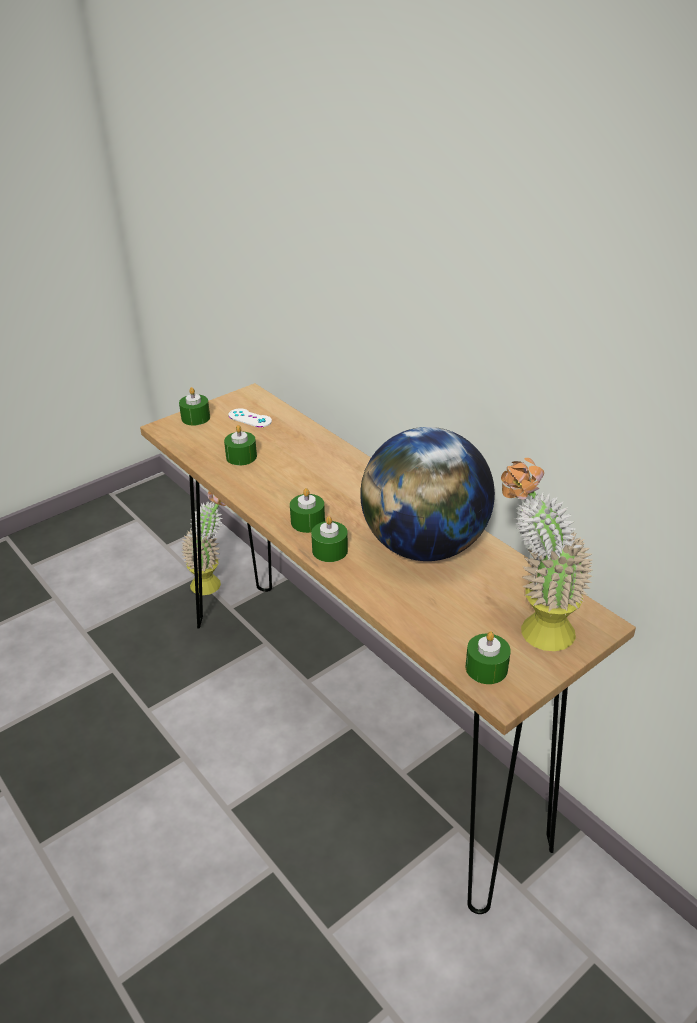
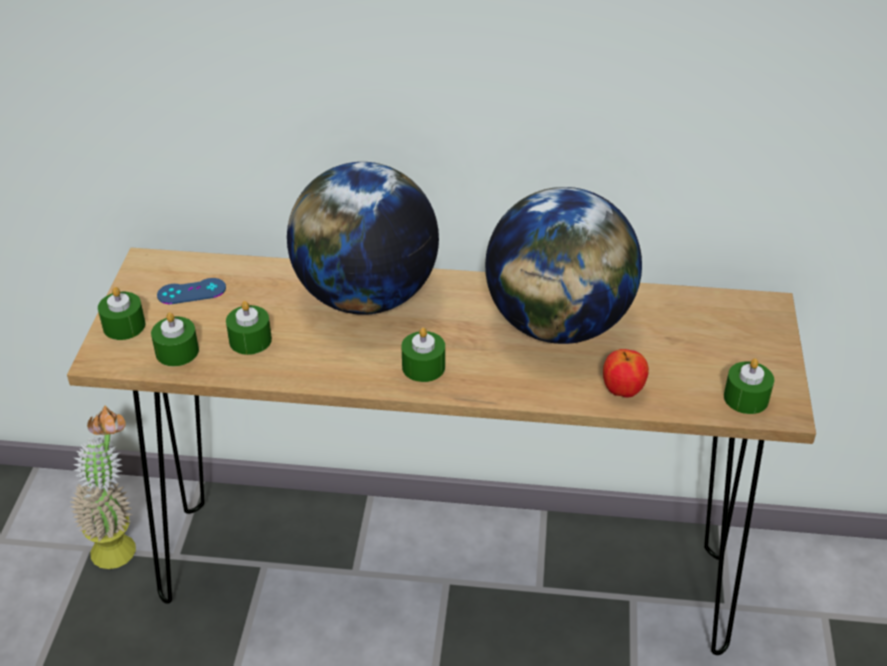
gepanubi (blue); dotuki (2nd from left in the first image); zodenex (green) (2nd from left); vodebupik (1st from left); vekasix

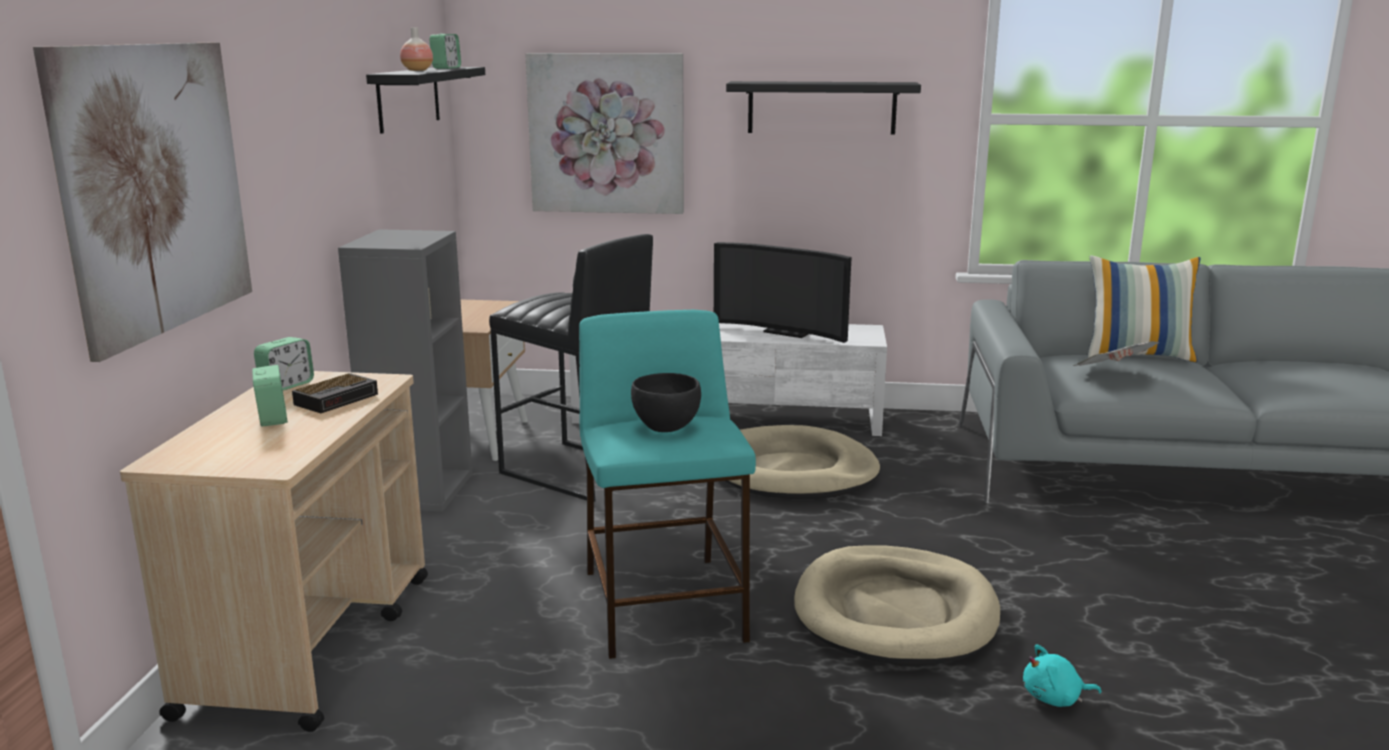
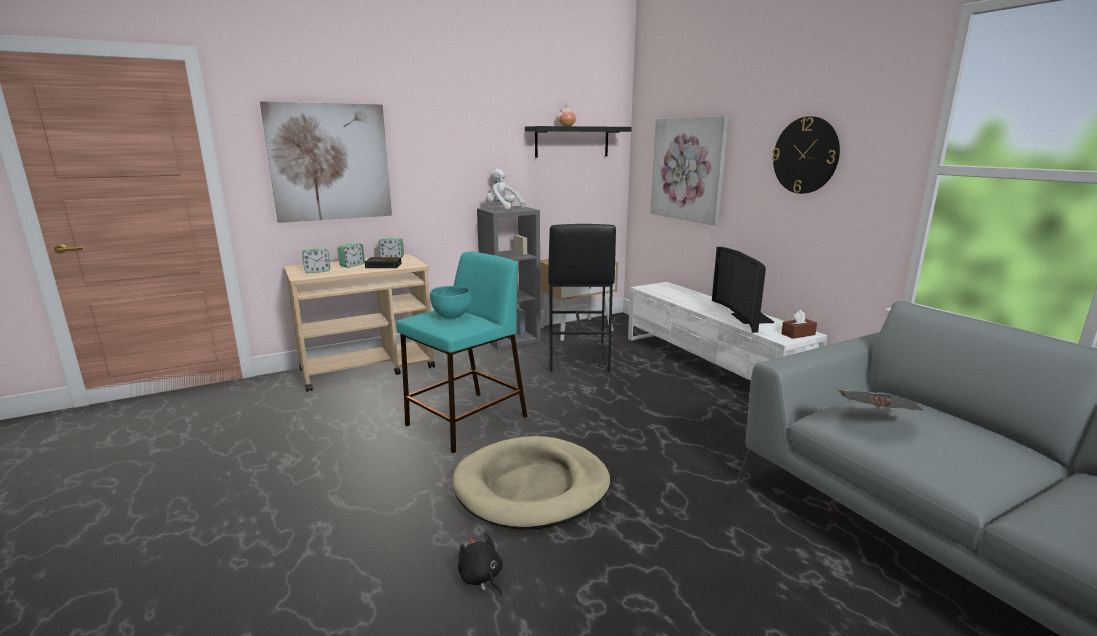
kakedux (1st from left); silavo; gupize; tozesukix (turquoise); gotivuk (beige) (1st from left in the first image); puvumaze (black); puvumaze (white); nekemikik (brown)

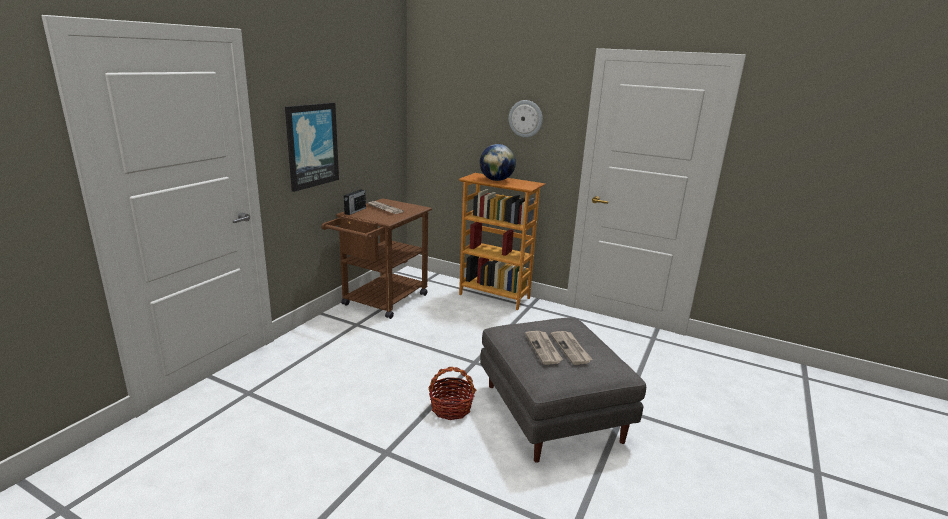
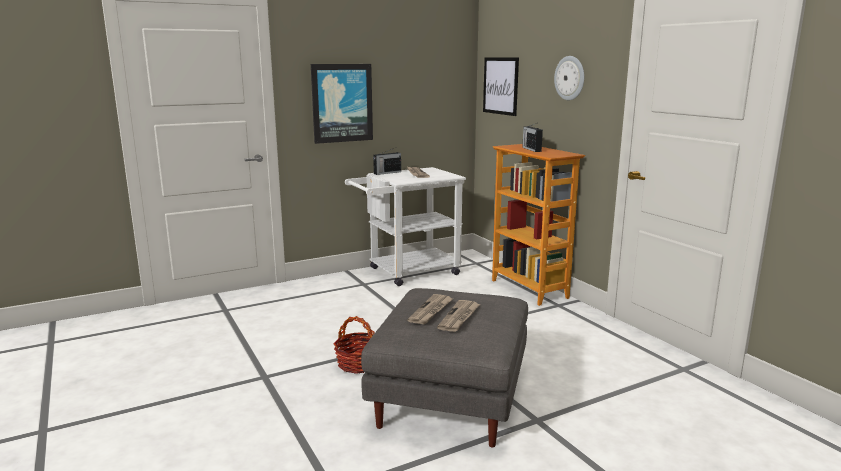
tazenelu (2nd from left); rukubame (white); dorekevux (2nd from left)

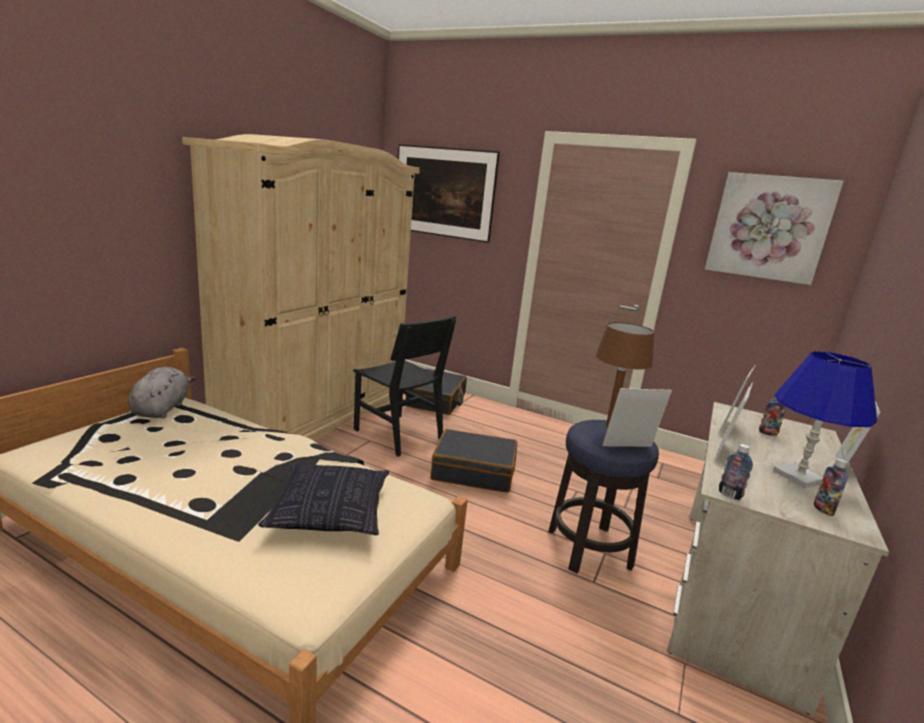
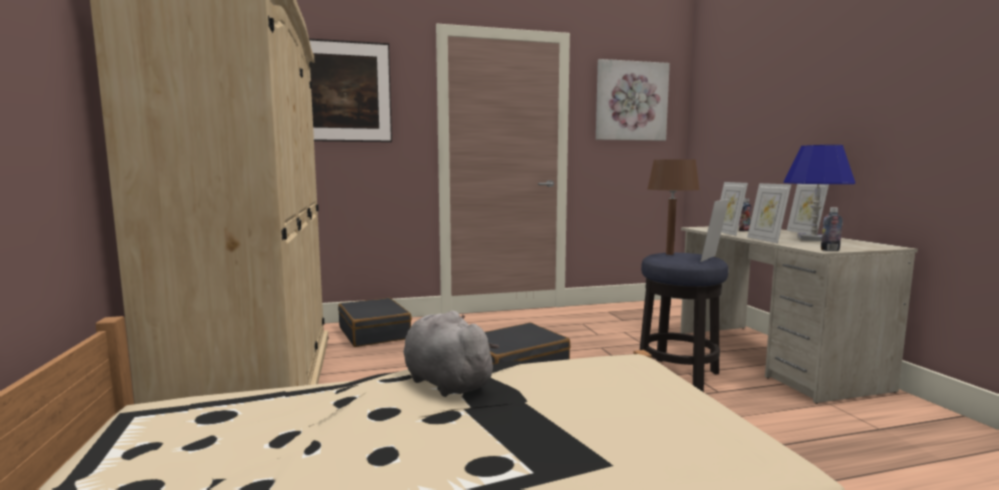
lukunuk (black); puvumaze (grey); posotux (3rd from left in the first image); gupize

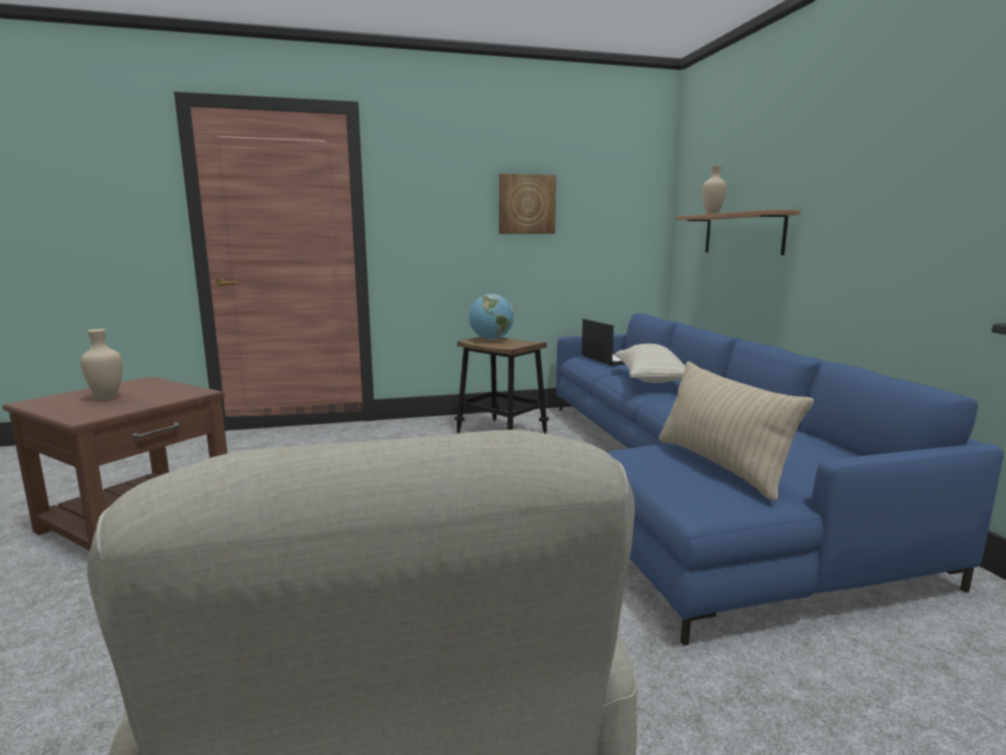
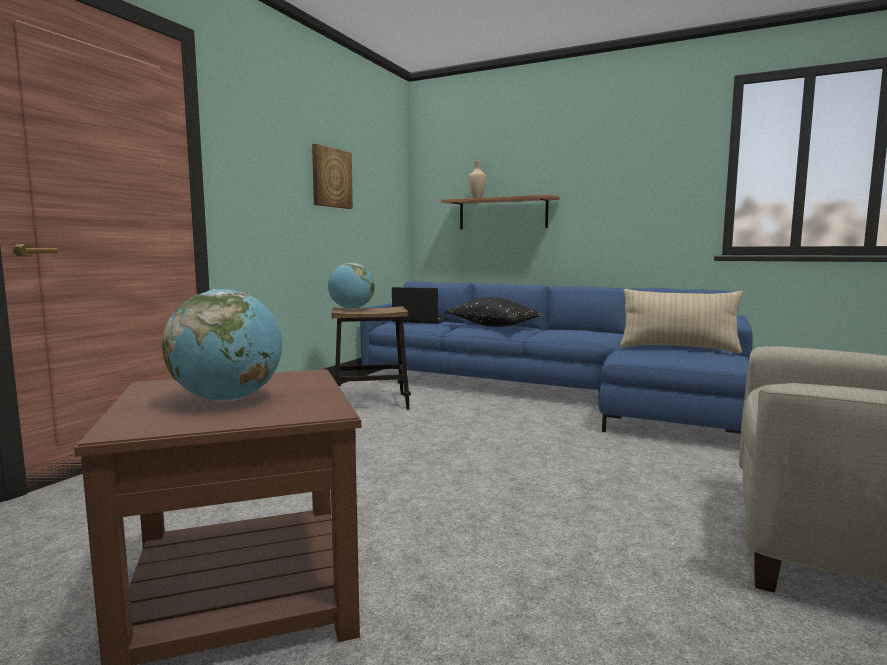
vodebupik (1st from left); gupize (black)

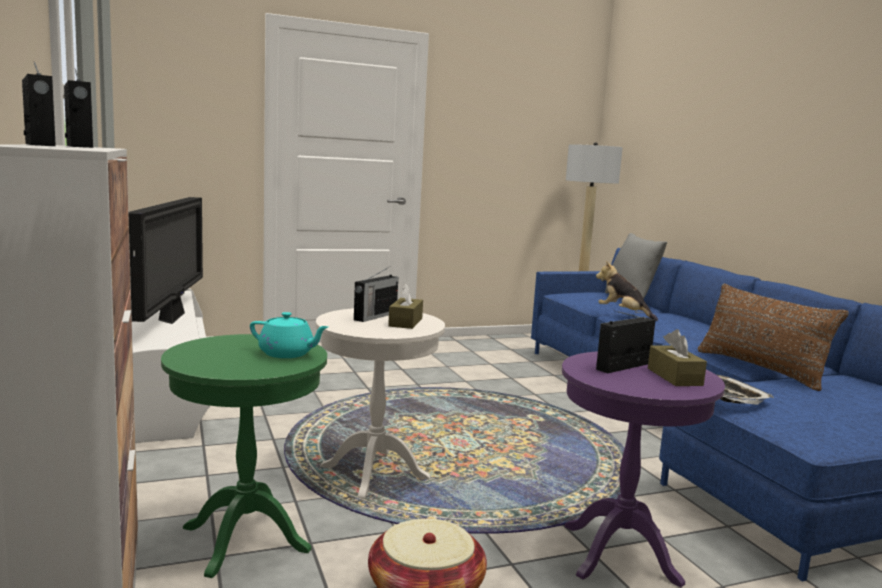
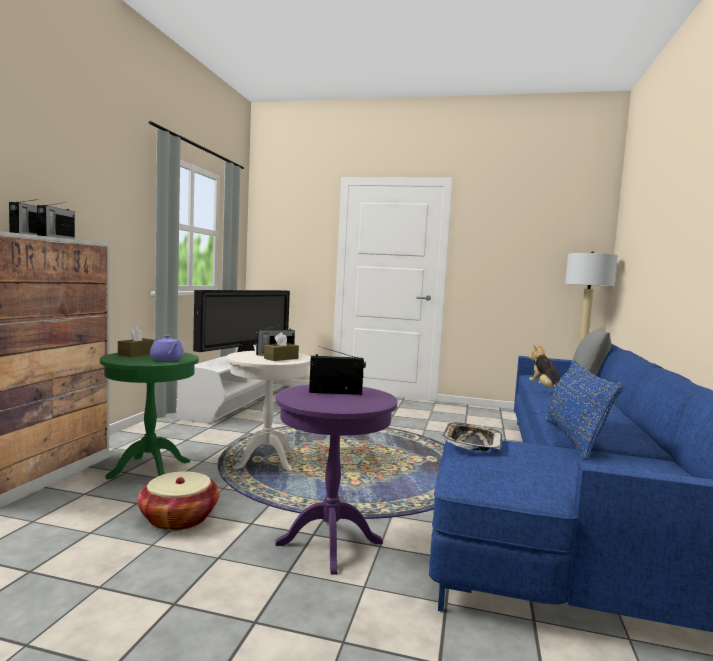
gupize (blue); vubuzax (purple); nekemikik (brown) (1st from left)

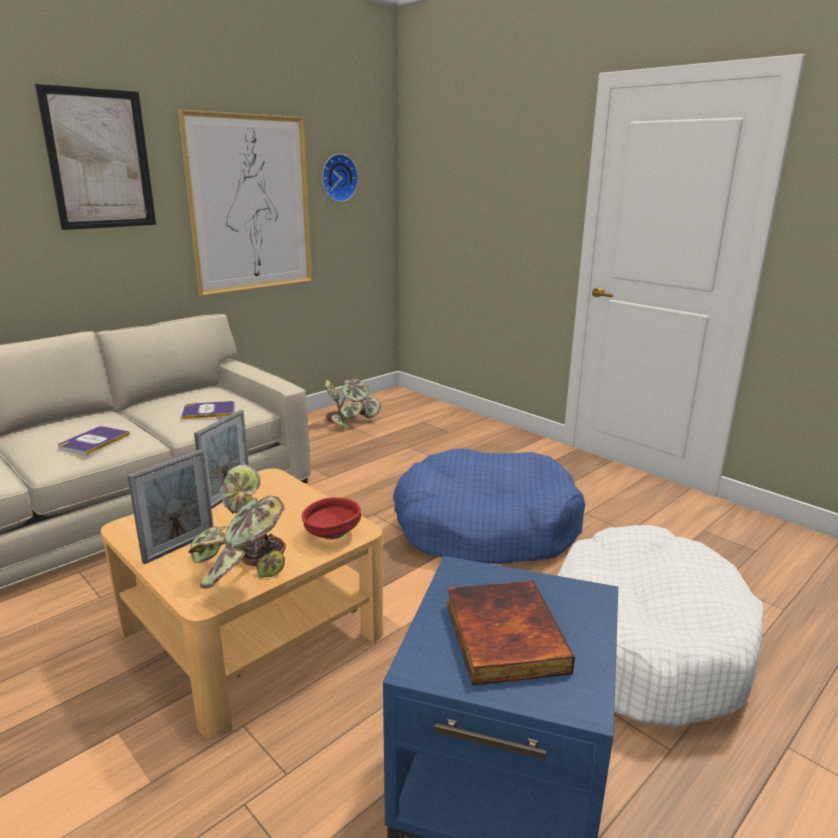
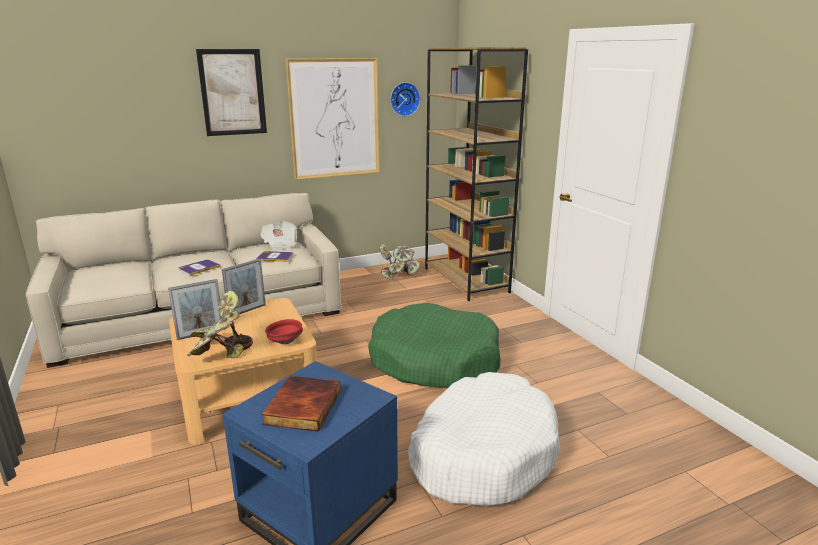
gotivuk (green); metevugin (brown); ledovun

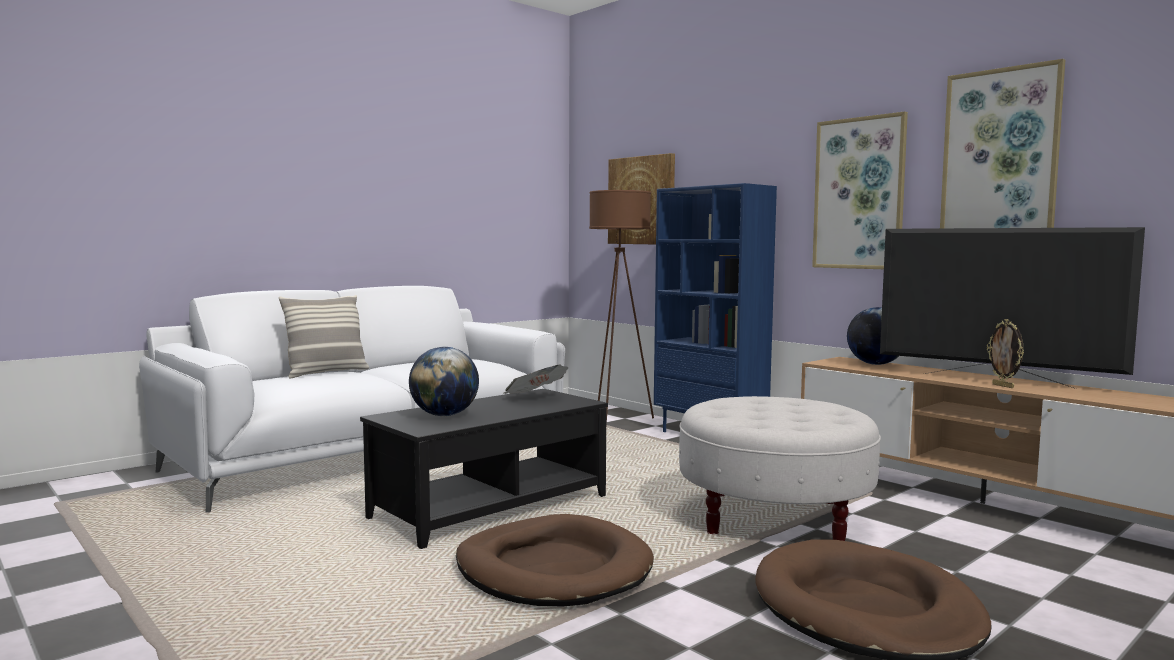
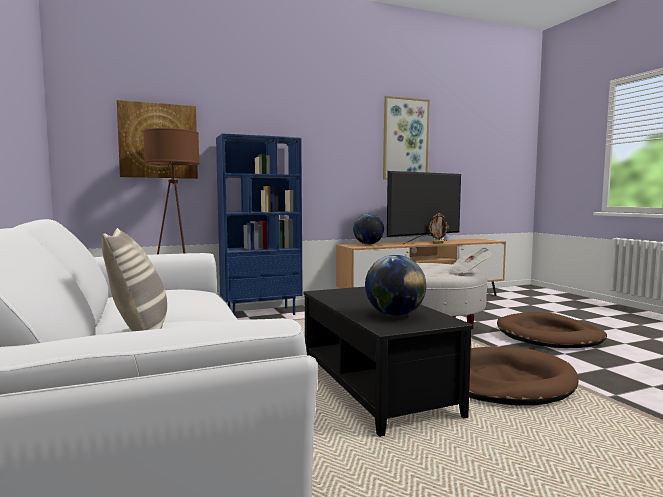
dorekevux (2nd from left in the first image); ledovun

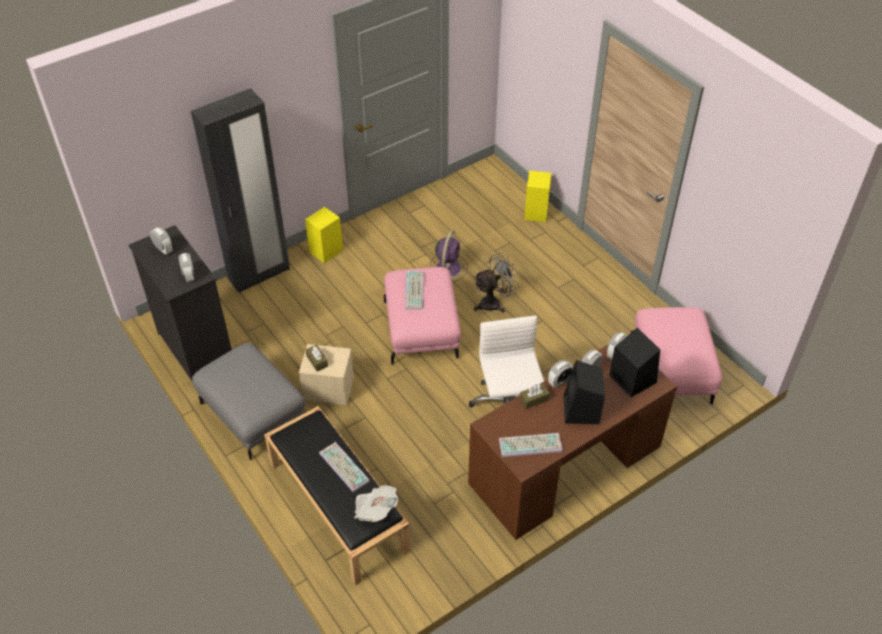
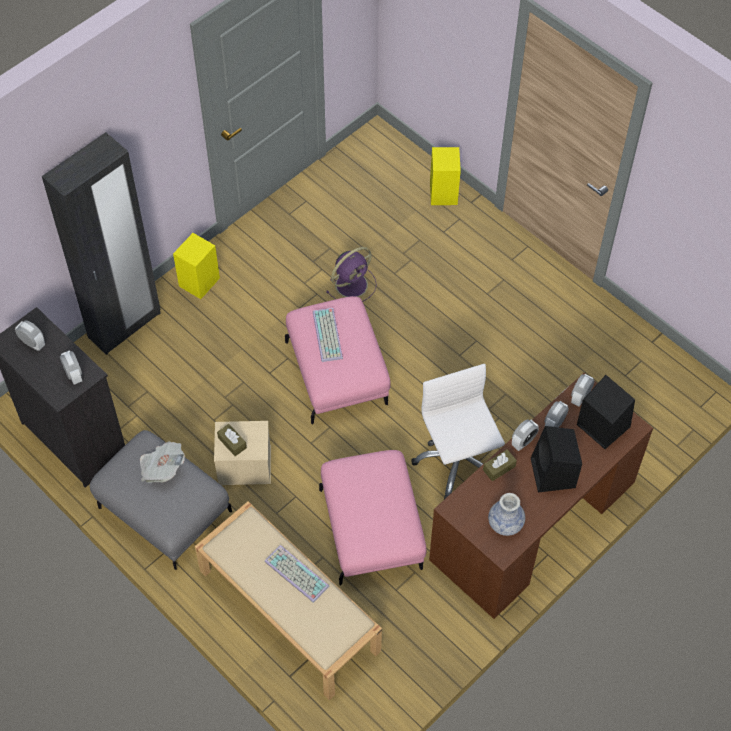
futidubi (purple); futidubi (grey); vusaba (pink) (2nd from left); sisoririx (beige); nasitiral; ledovun

